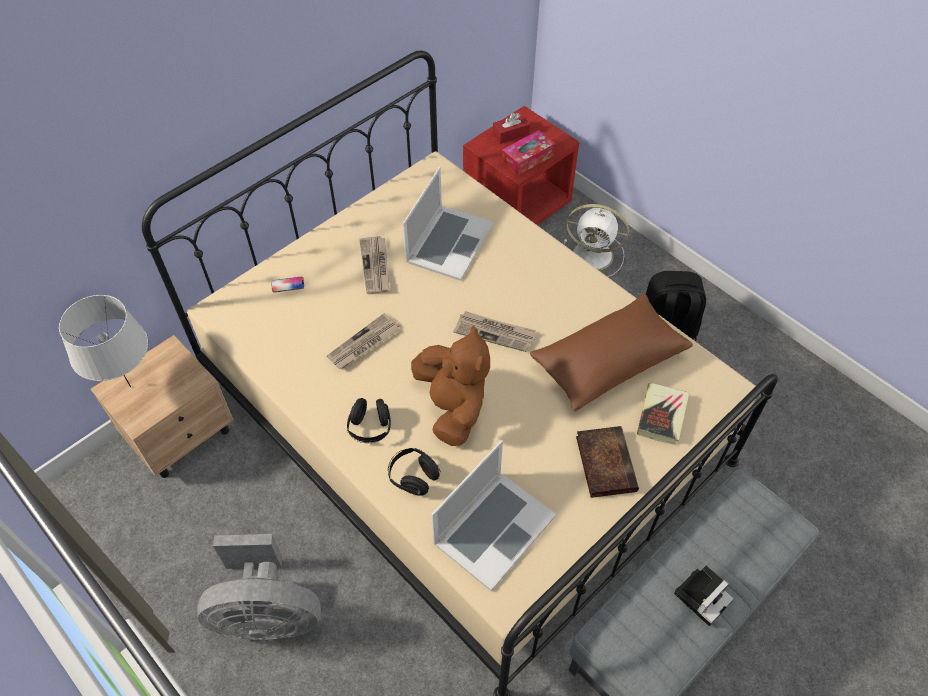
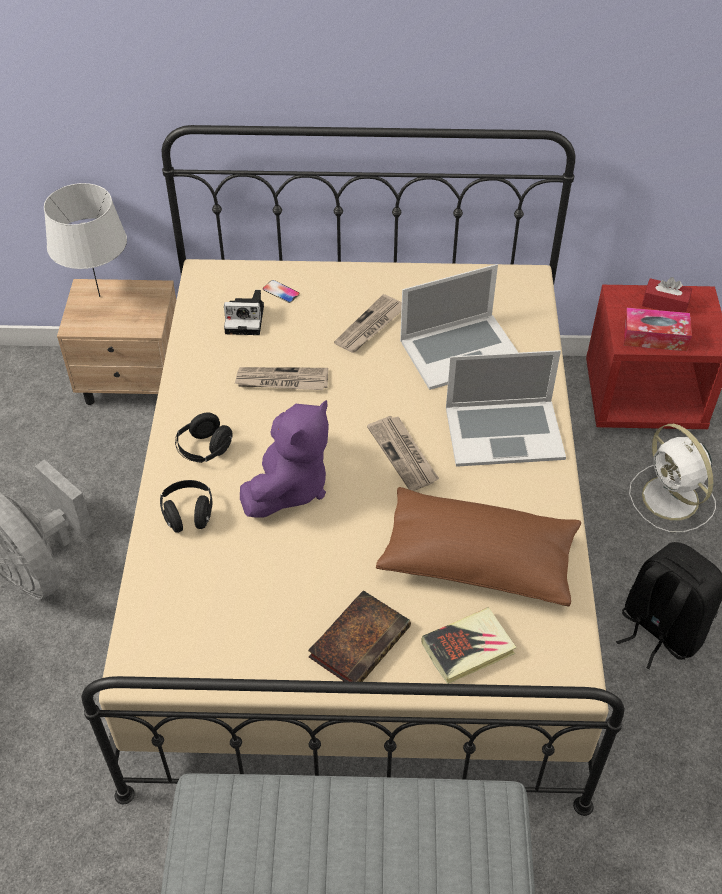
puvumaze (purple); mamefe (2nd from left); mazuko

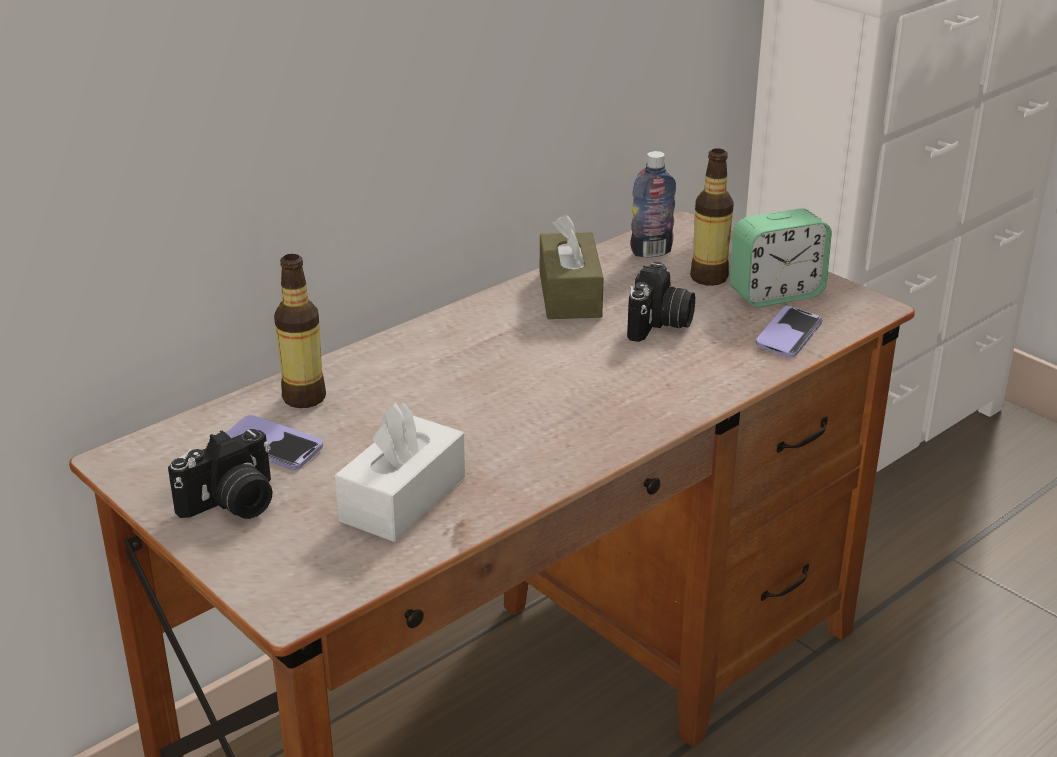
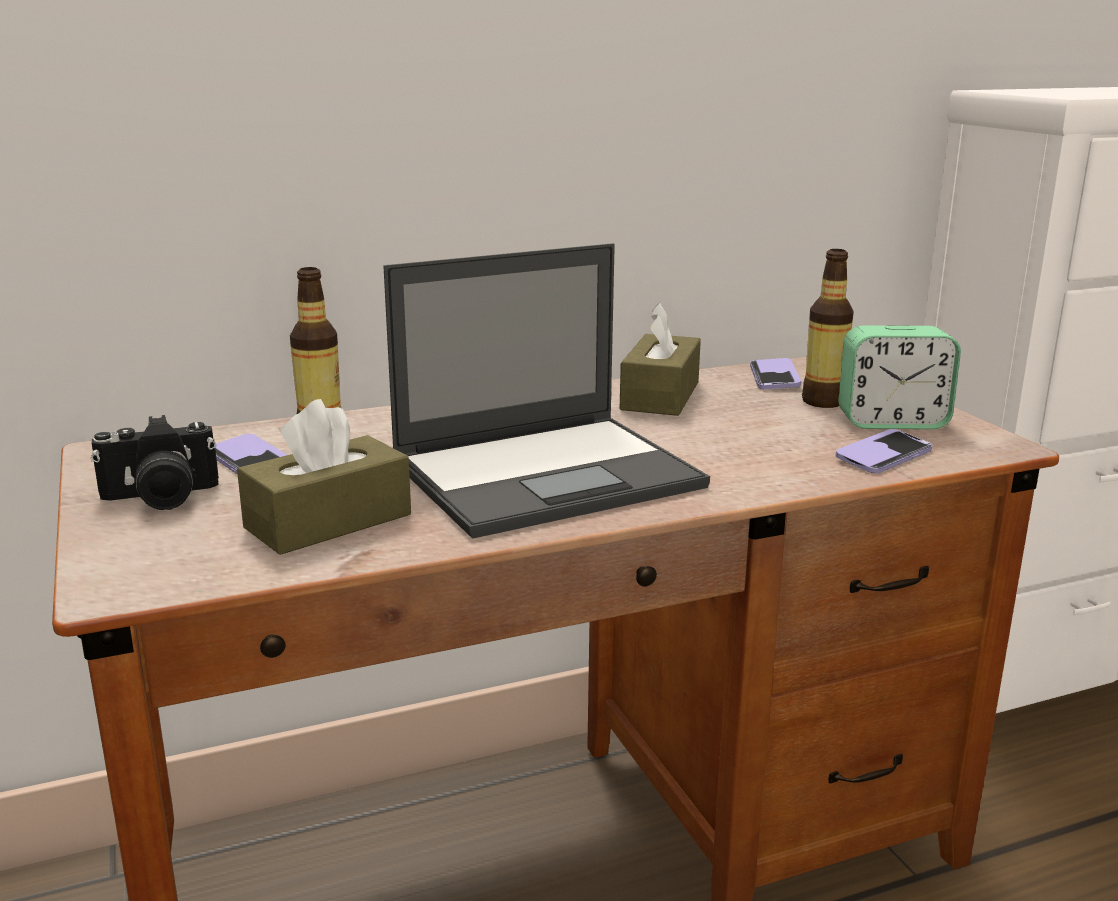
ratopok (2nd from left); mazuko (2nd from left in the first image); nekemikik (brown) (1st from left); mamefe

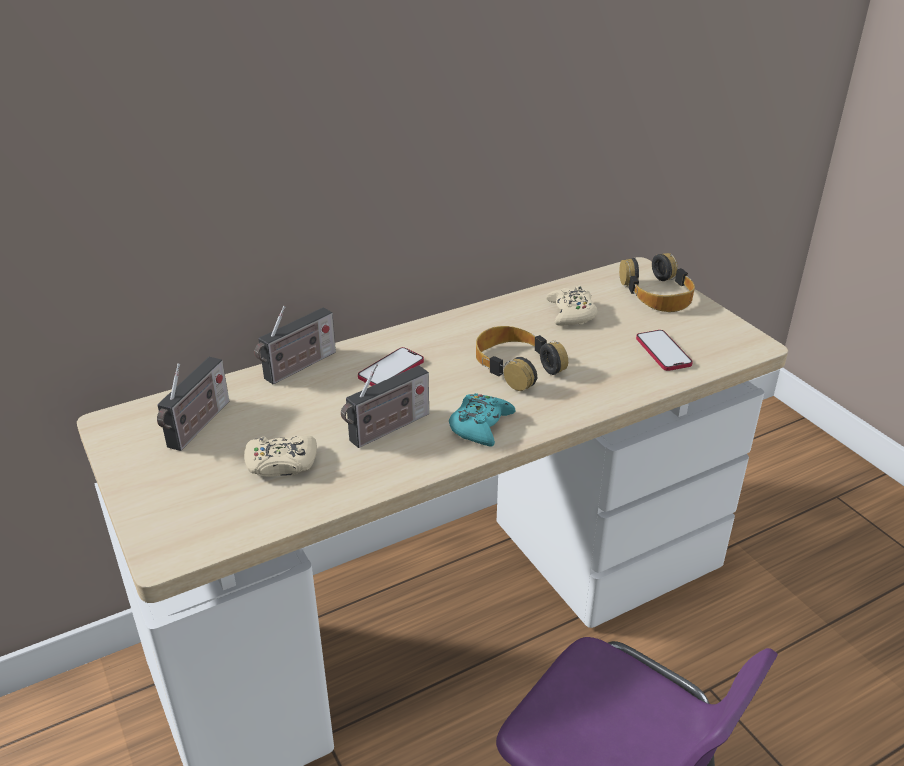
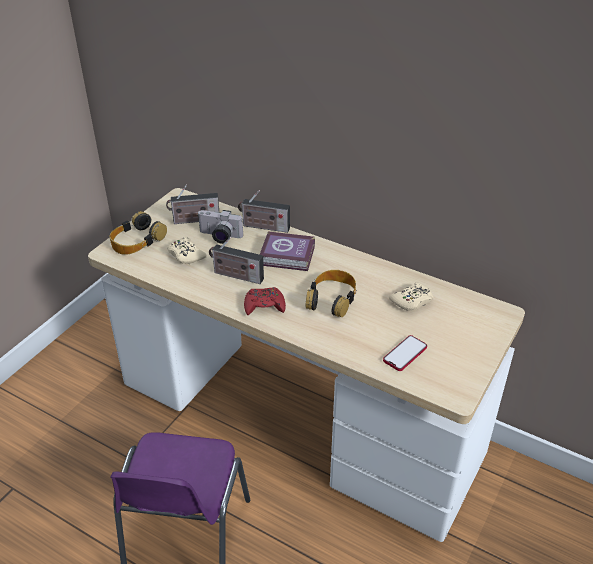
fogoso (1st from left); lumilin; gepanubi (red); mazuko

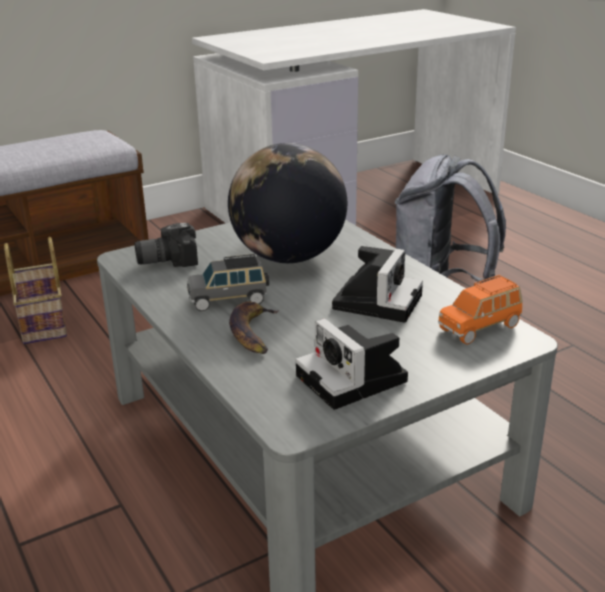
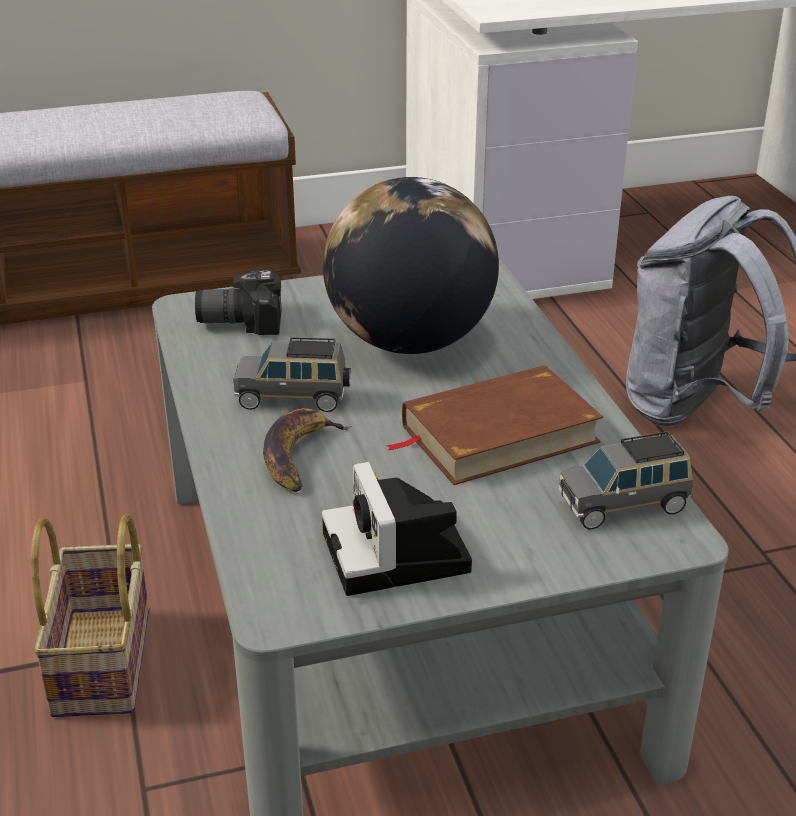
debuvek; lumilin (brown); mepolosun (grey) (2nd from left)

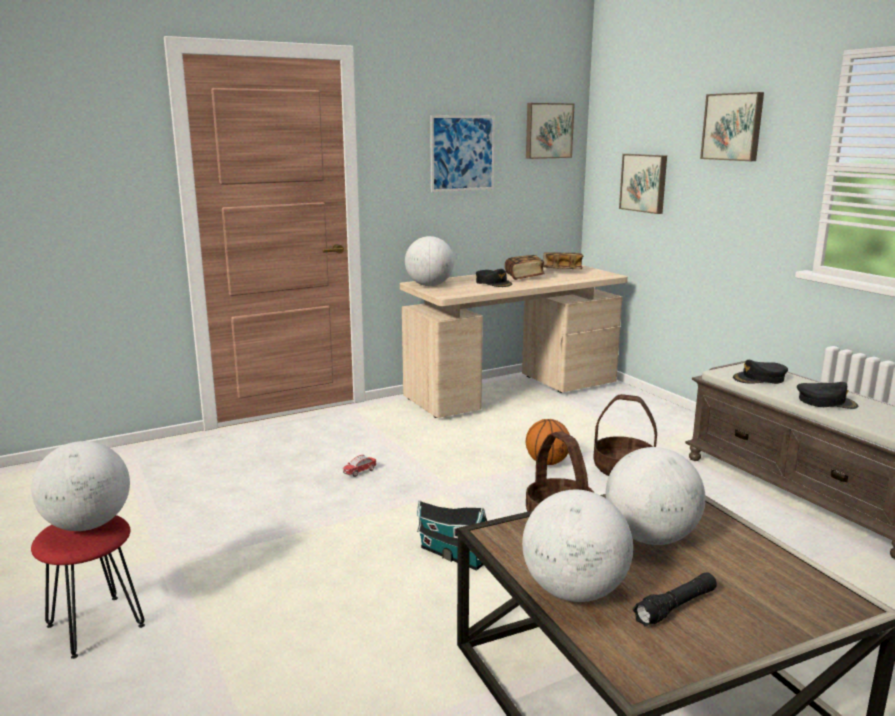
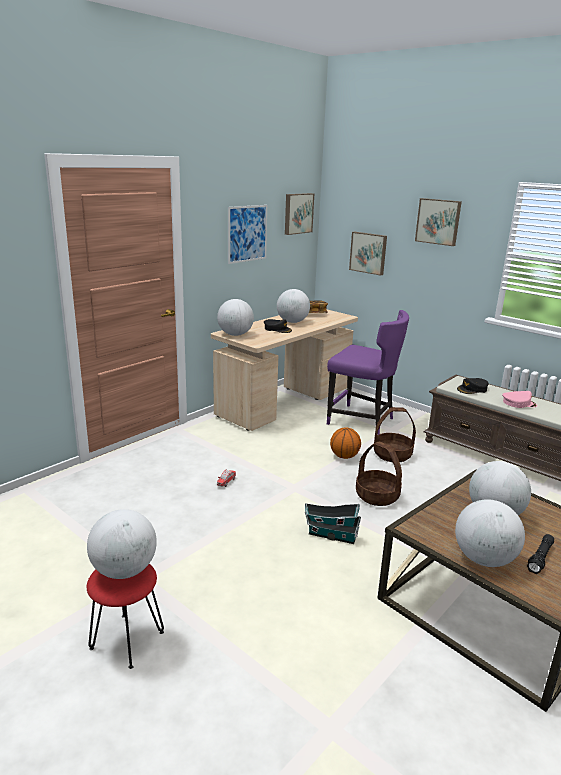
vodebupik (3rd from left); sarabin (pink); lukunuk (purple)

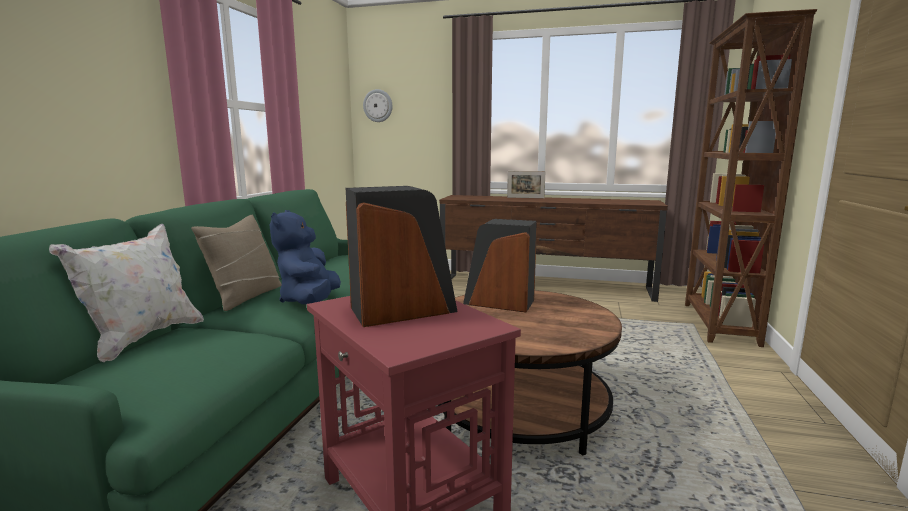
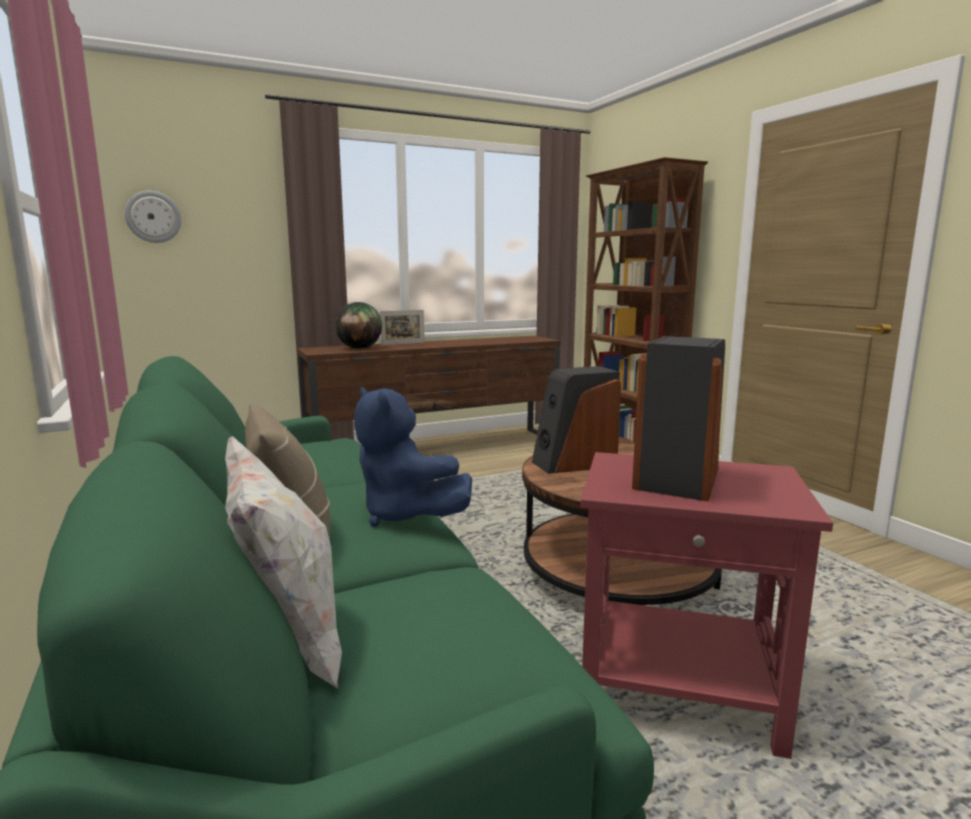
vodebupik

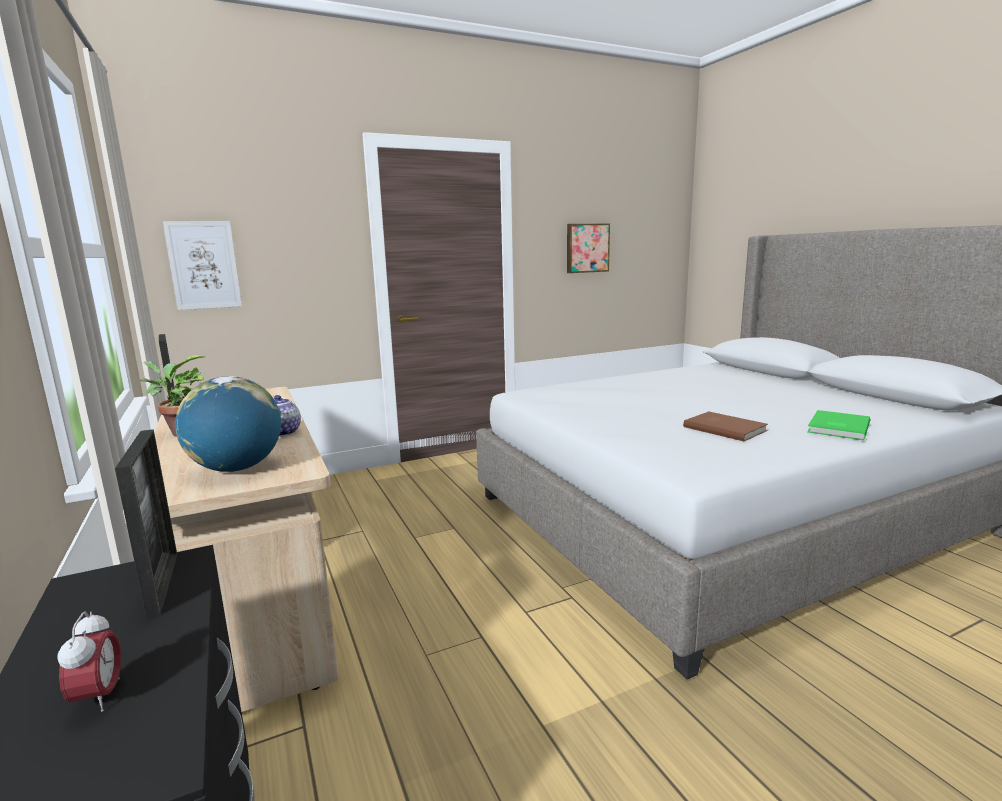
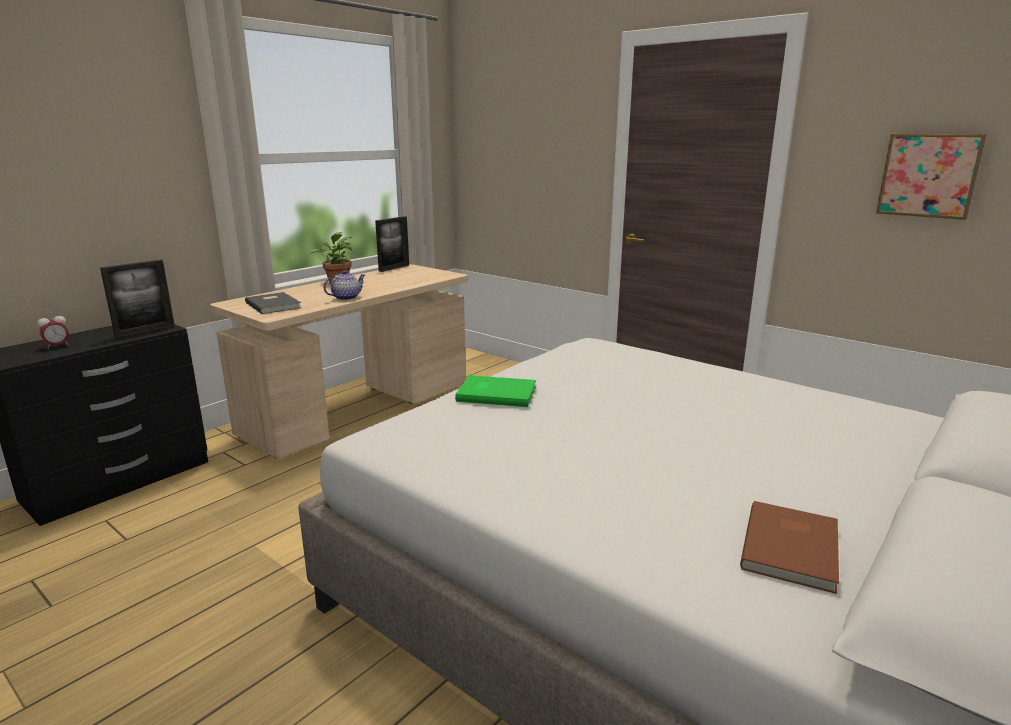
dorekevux (1st from left in the first image); lumilin (grey); lumilin (green); lumilin (brown)

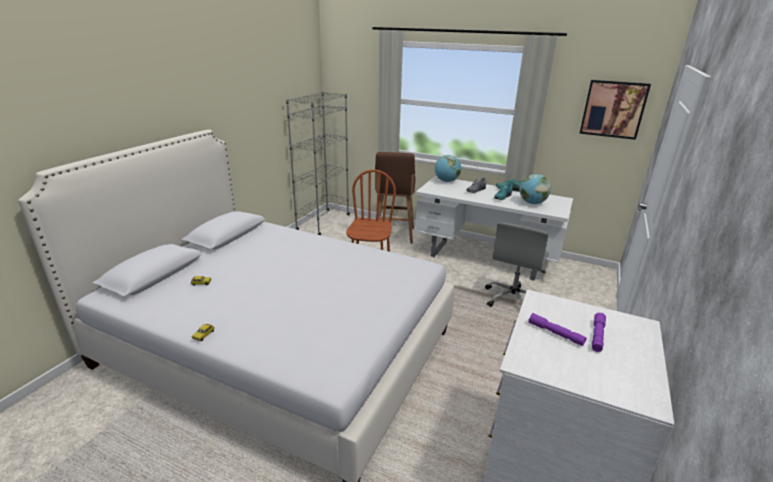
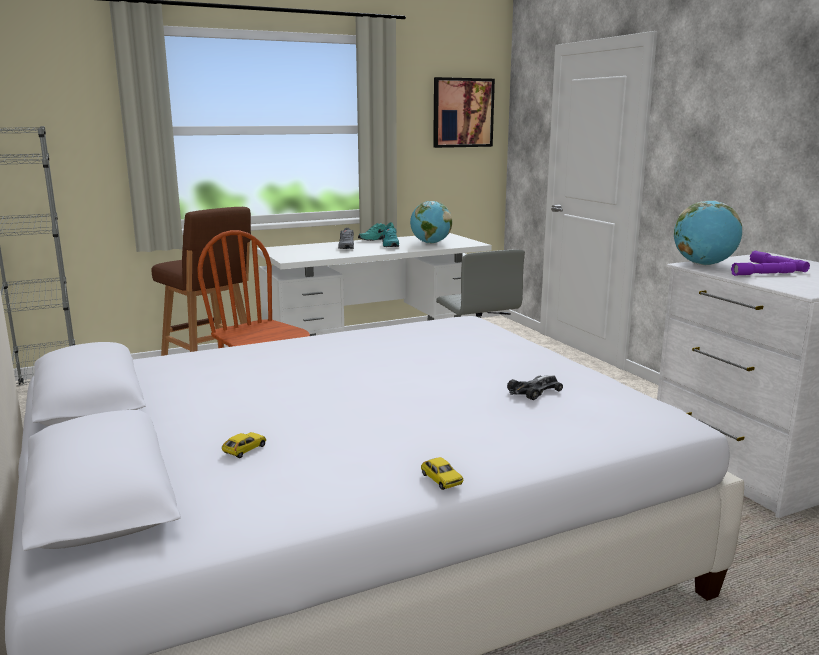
vodebupik (2nd from left); mepolosun (3rd from left)

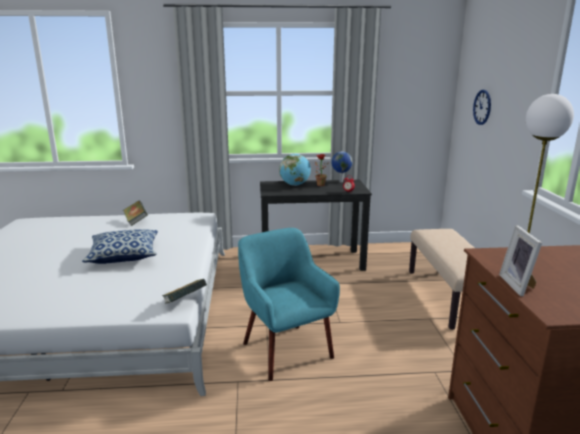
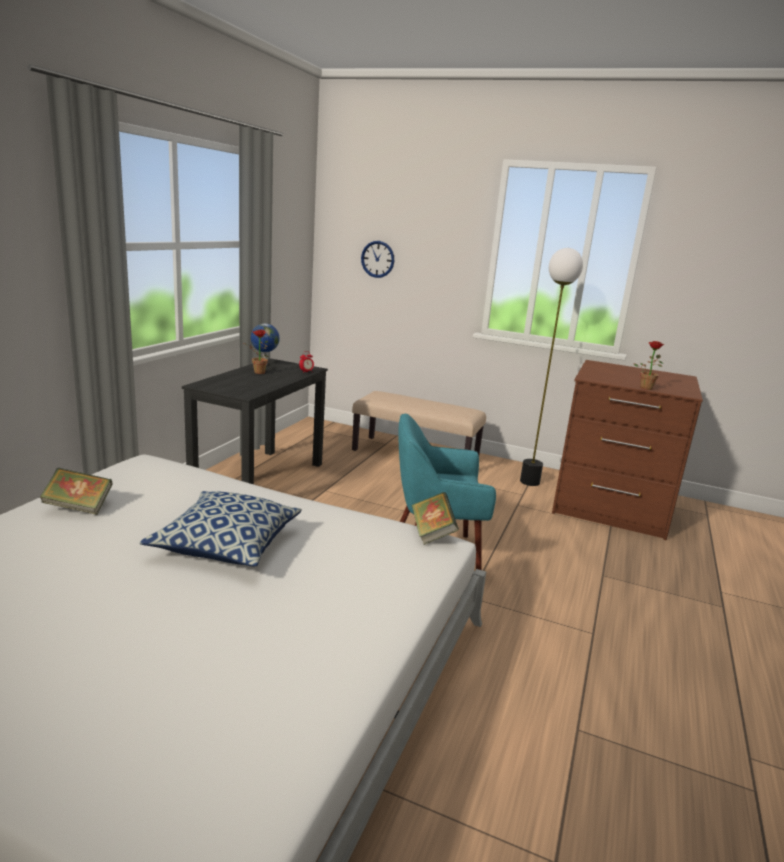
vodebupik (1st from left in the first image); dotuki (2nd from left)

